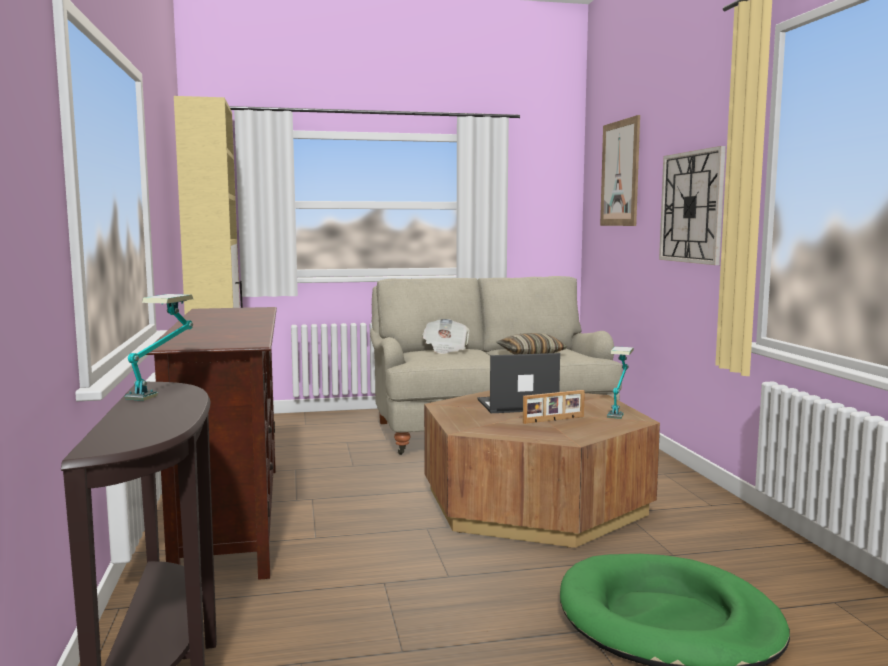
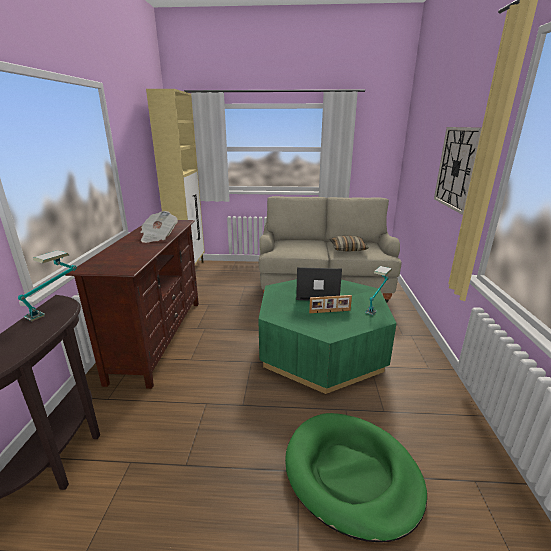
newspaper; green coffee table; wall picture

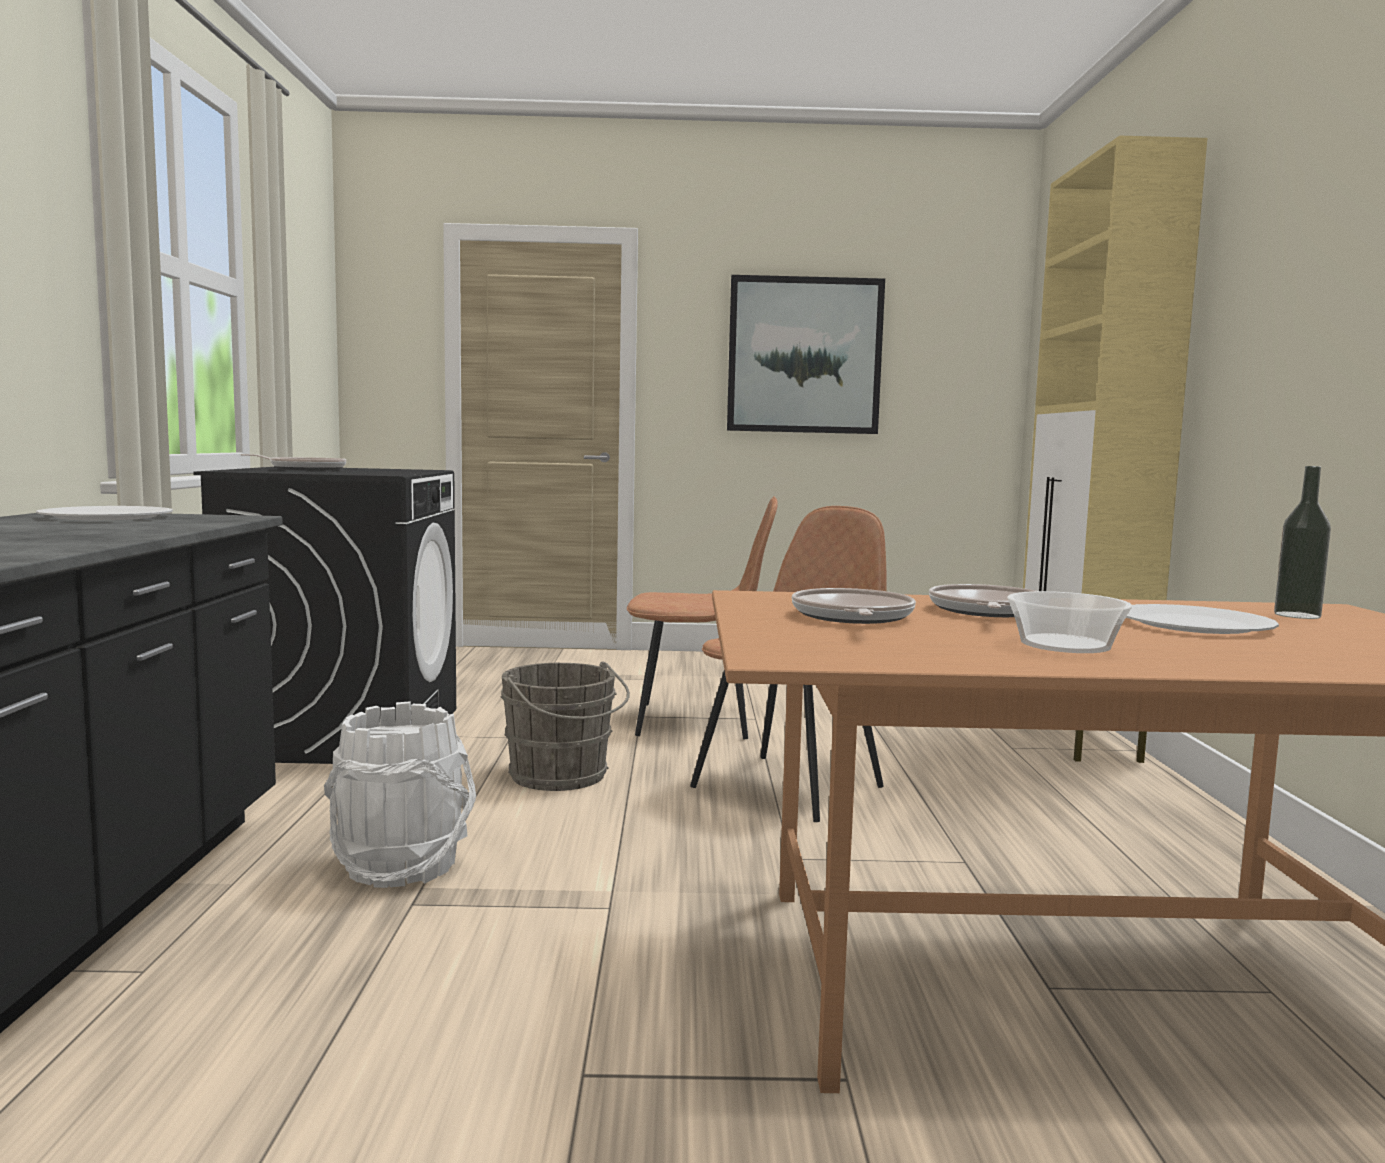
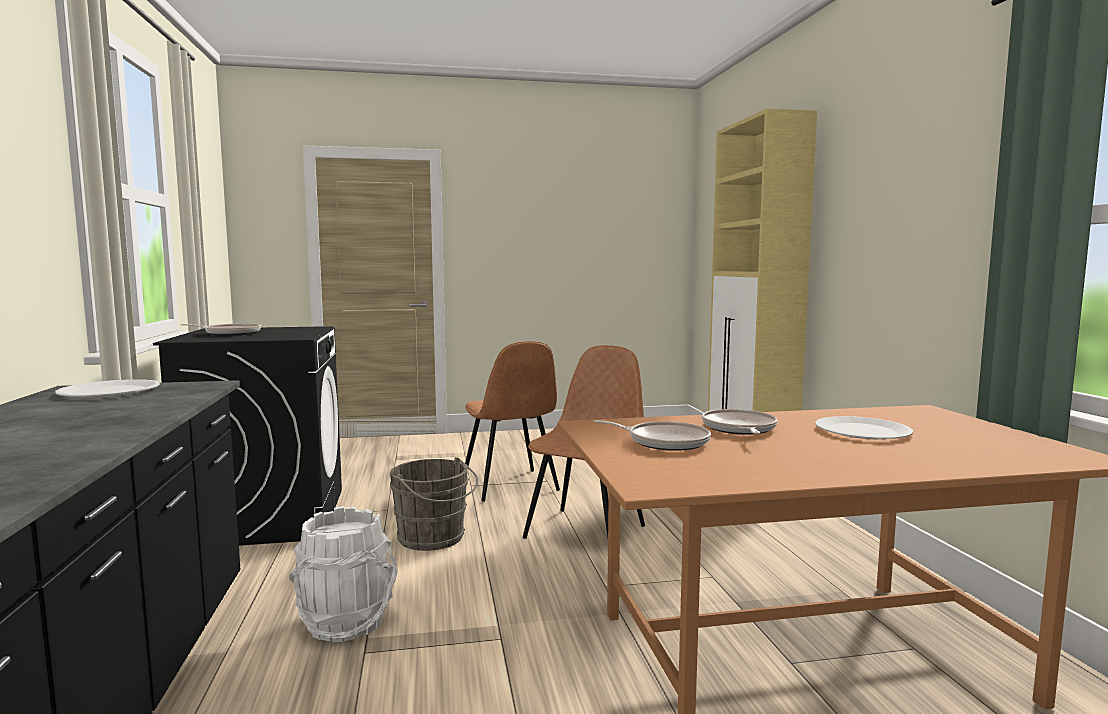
brown-coloured chair (1st from left); skillet (2nd from left); wall picture; bowl; drink bottle

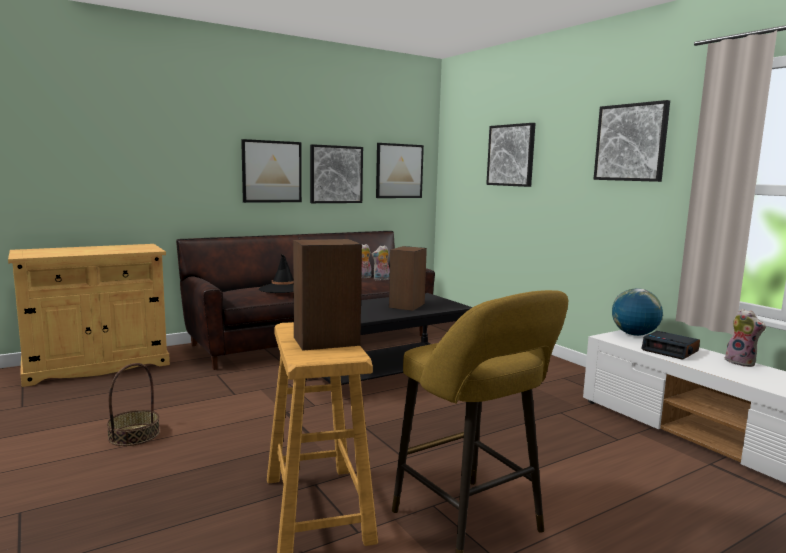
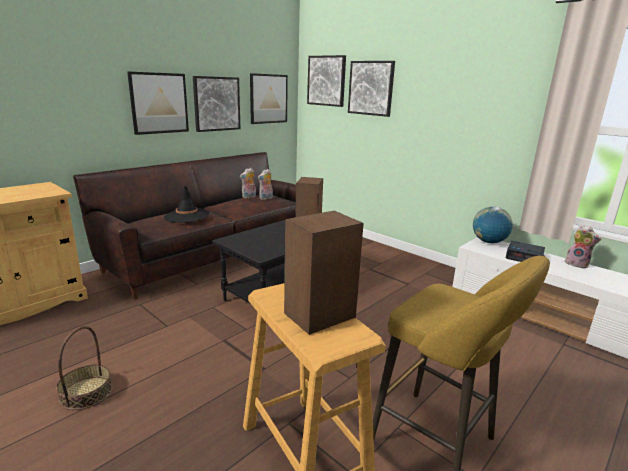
wall picture (4th from left)

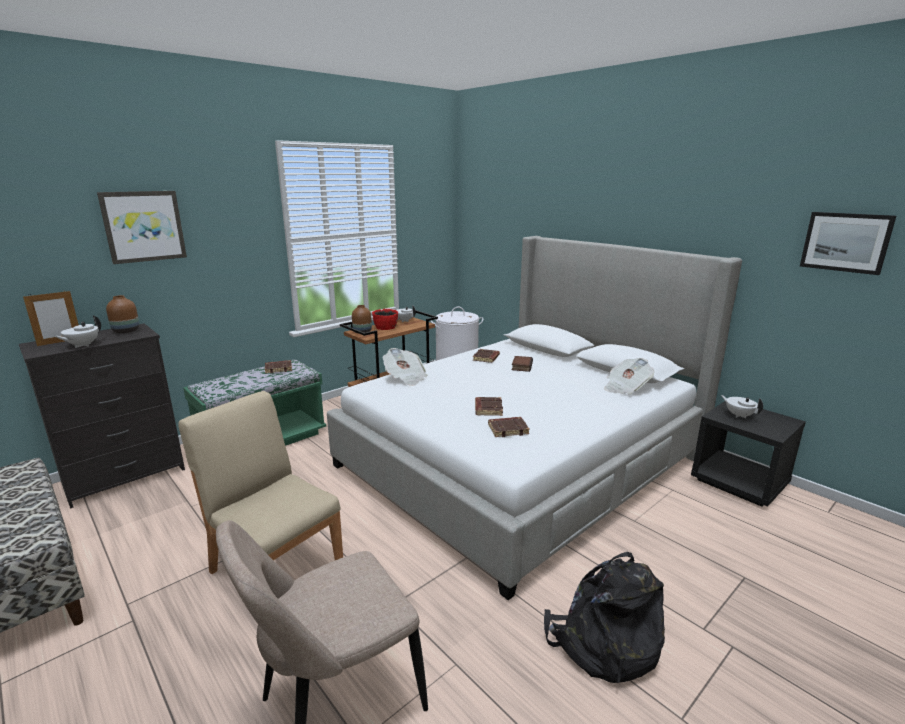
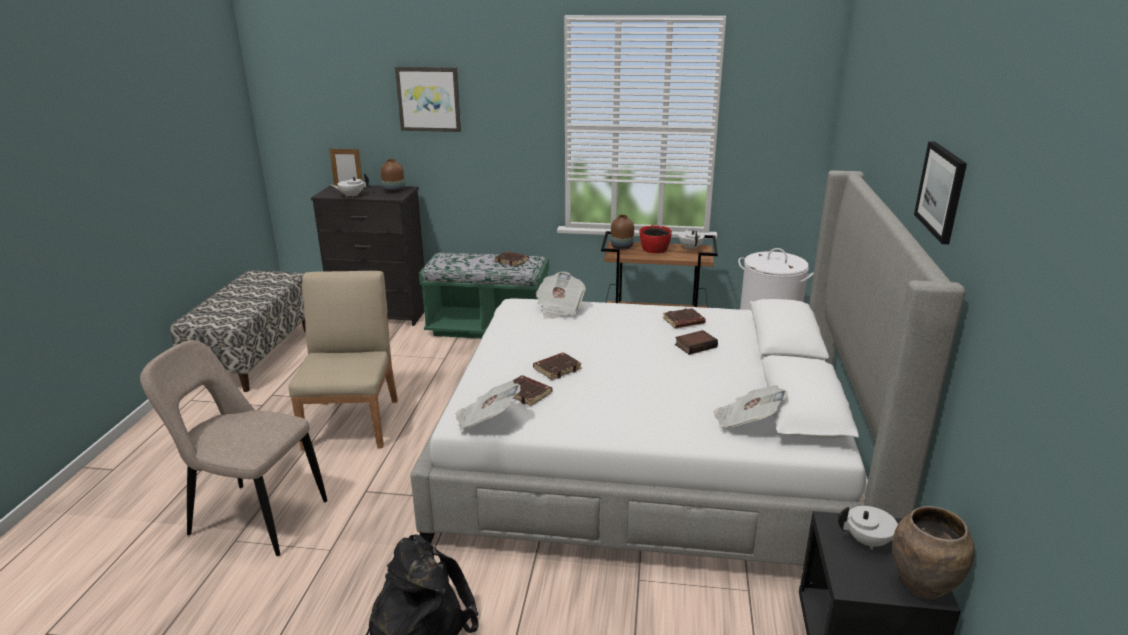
newspaper (1st from left); white-coloured tea pot (3rd from left); brown-coloured vase (3rd from left); wall picture (2nd from left)

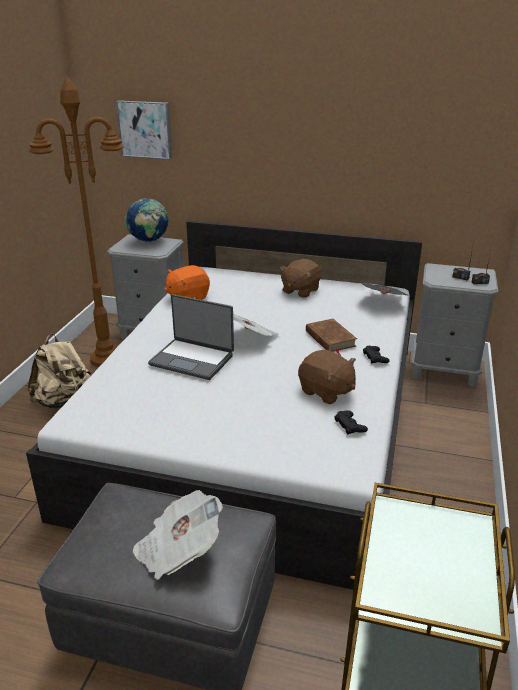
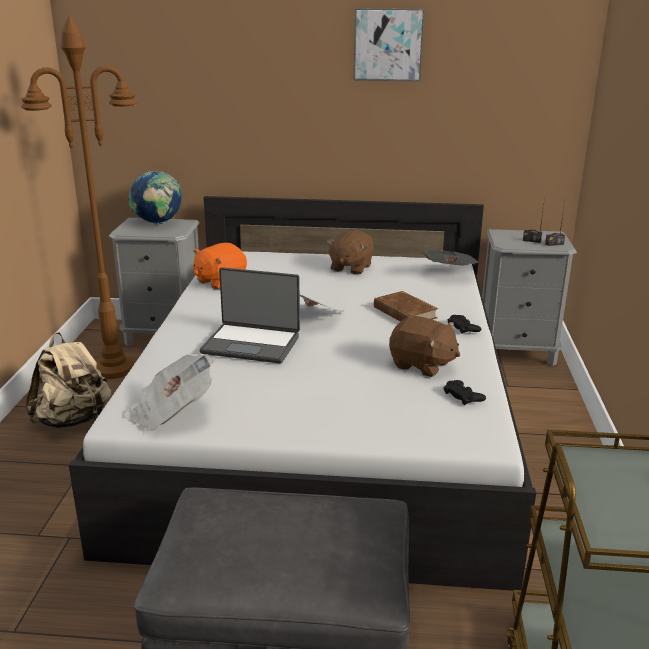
newspaper (1st from left); wall picture

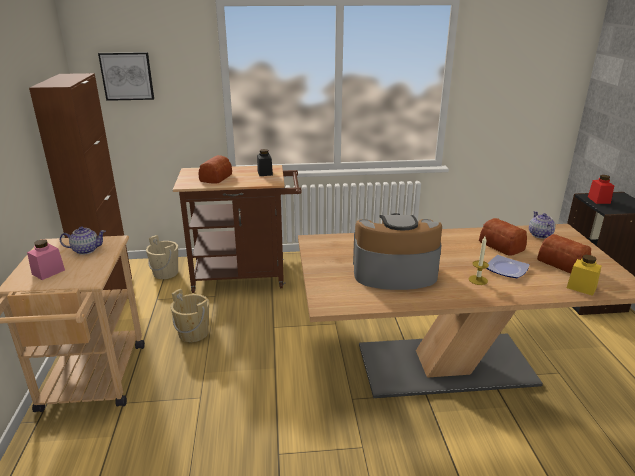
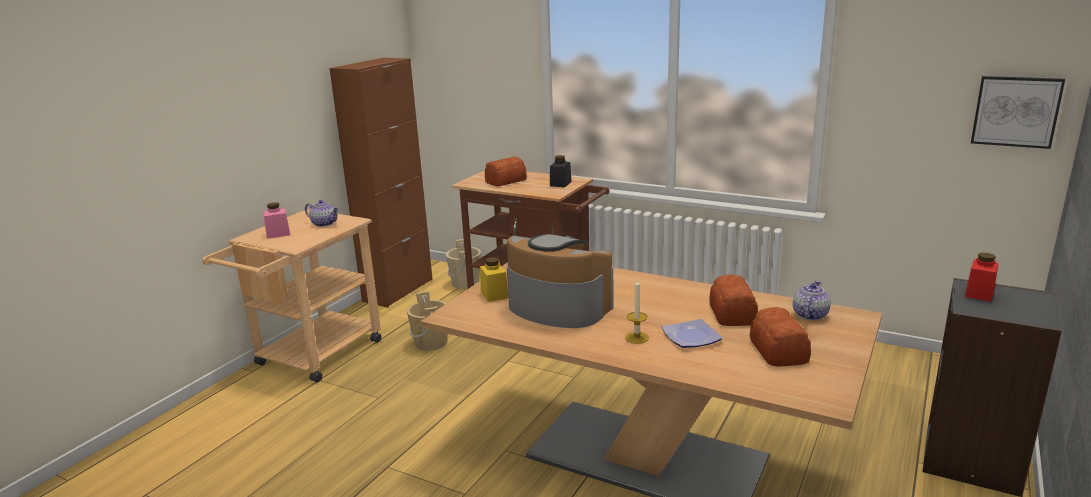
yellow storage jar; wall picture

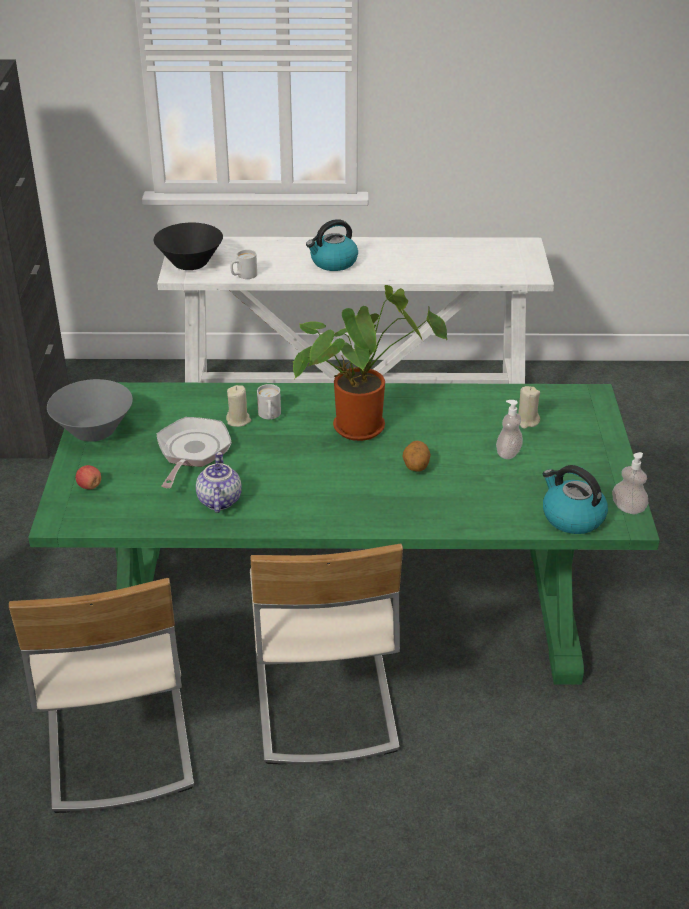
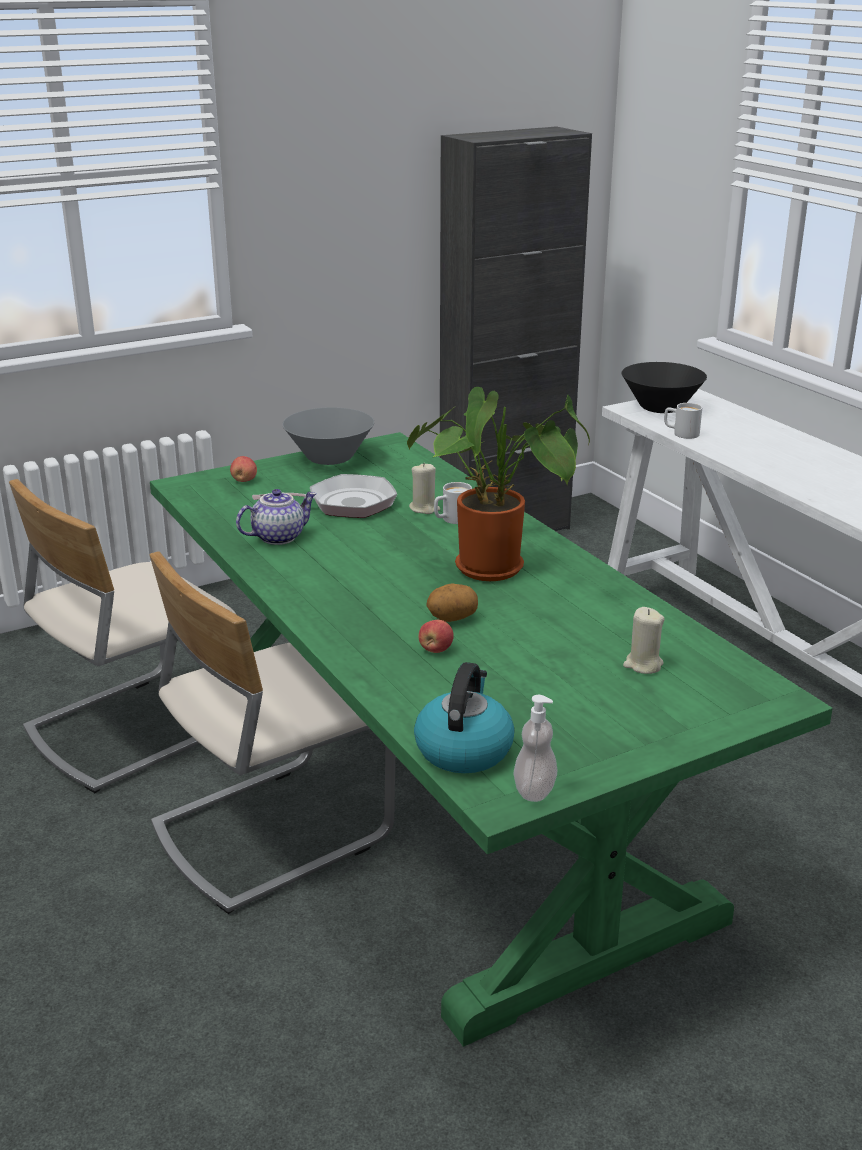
whole apple (2nd from left); tea kettle (1st from left in the first image); liquid soap bottle (1st from left in the first image)

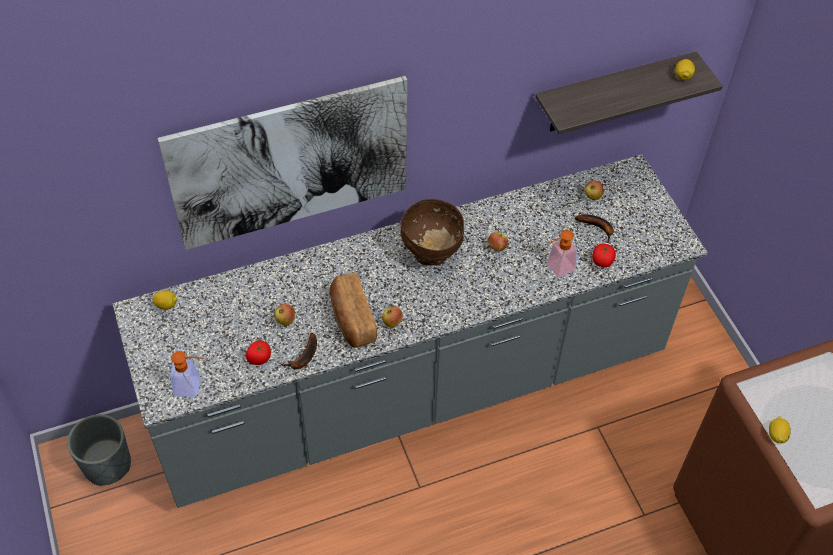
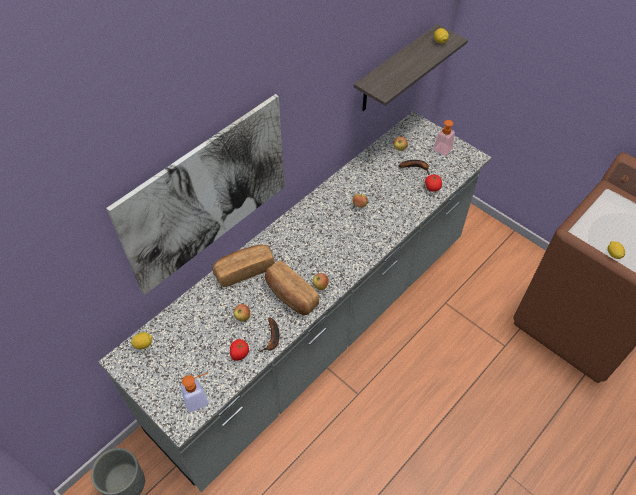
baked bread (1st from left); liquid soap bottle (2nd from left); brown-coloured bowl

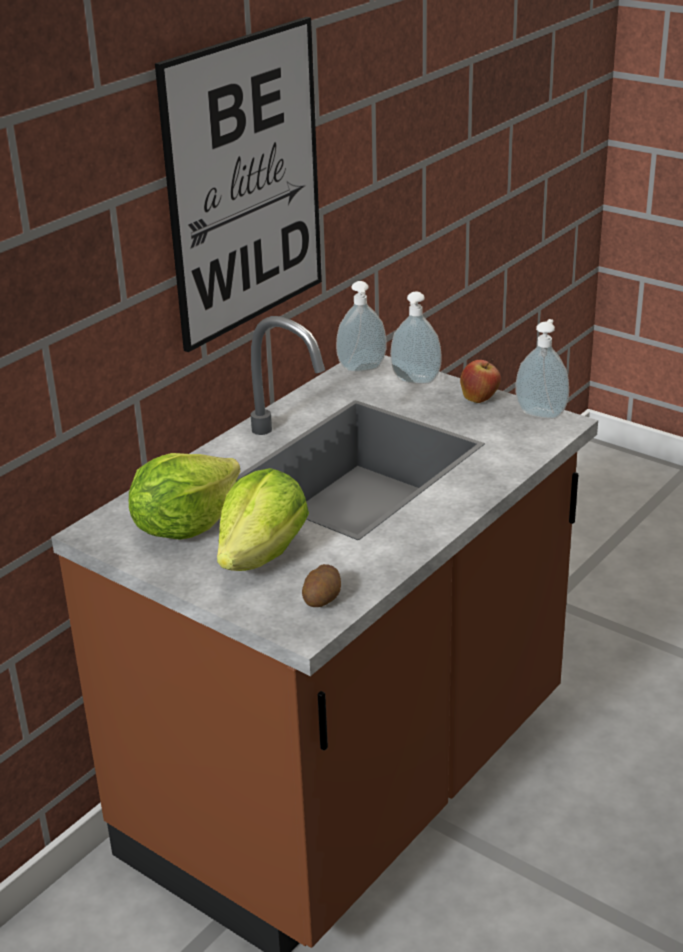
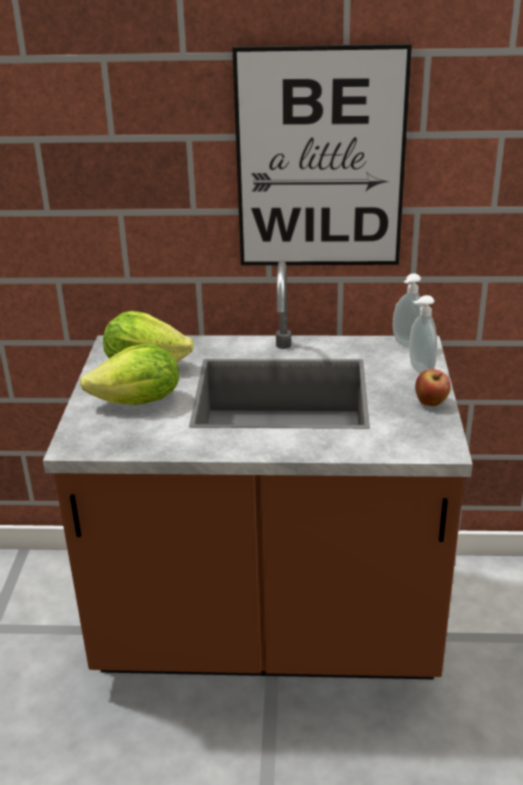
whole potato; liquid soap bottle (3rd from left in the first image)

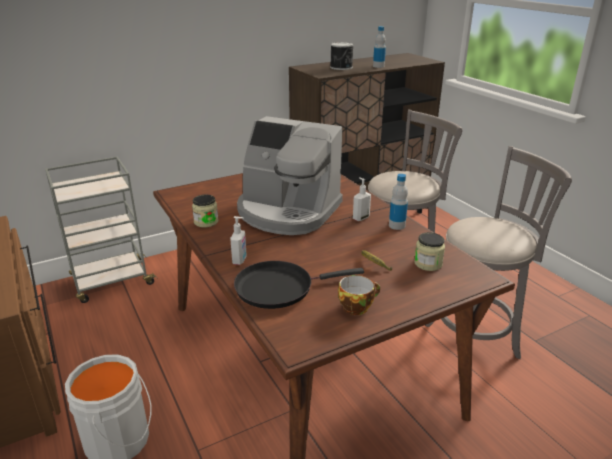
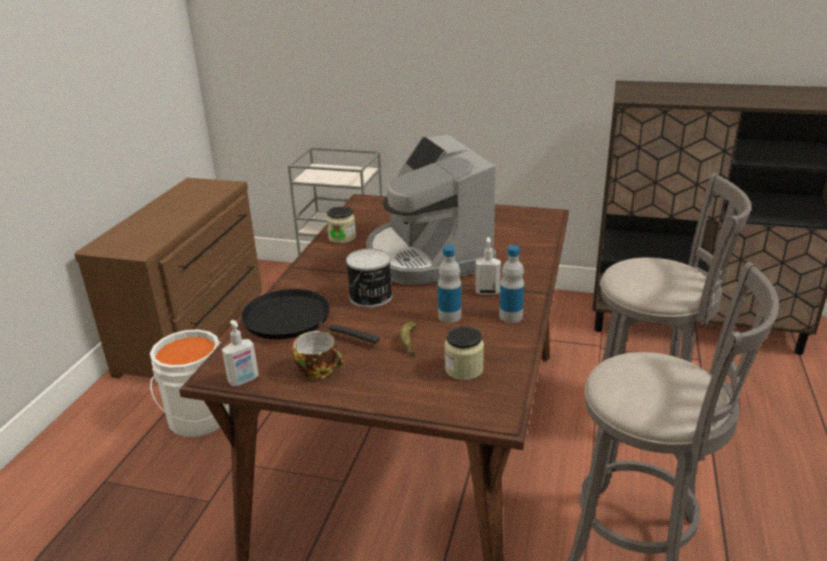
liquid soap bottle (1st from left); can; drink bottle (1st from left)

